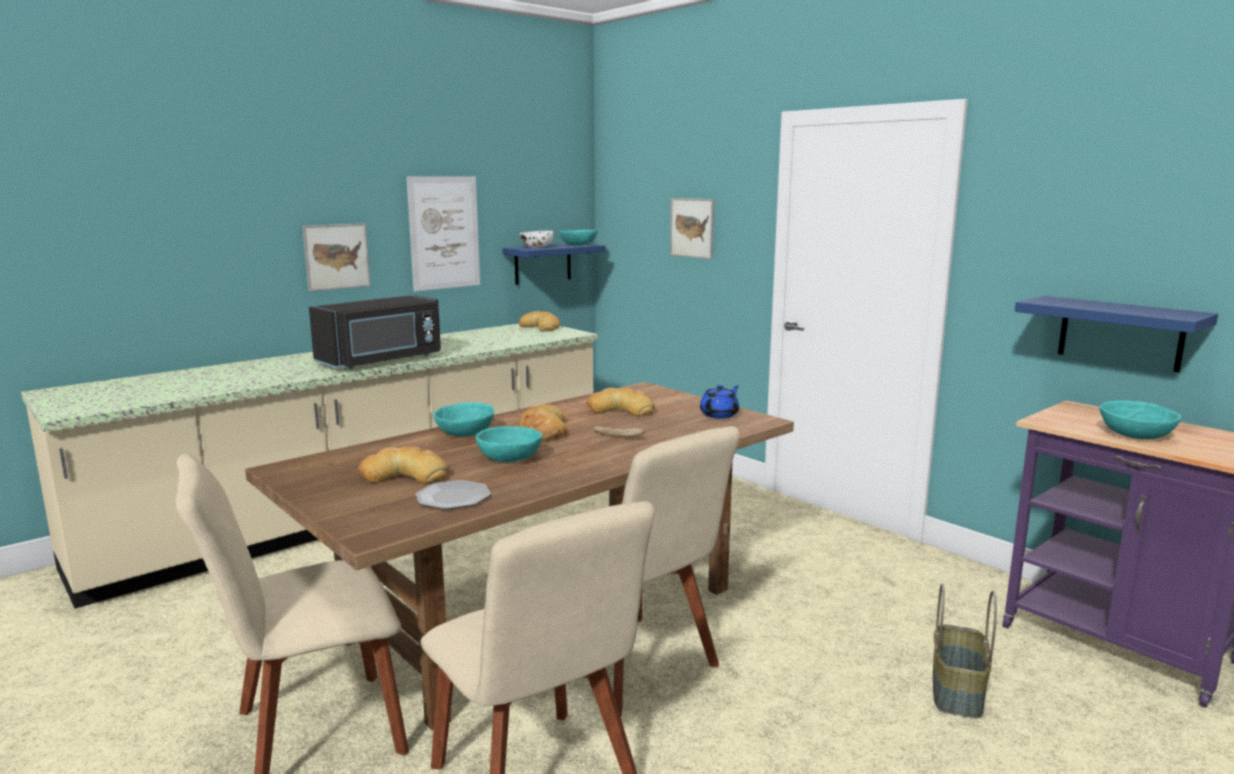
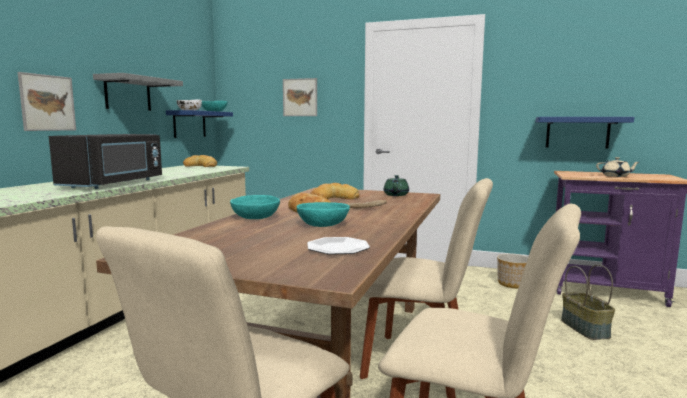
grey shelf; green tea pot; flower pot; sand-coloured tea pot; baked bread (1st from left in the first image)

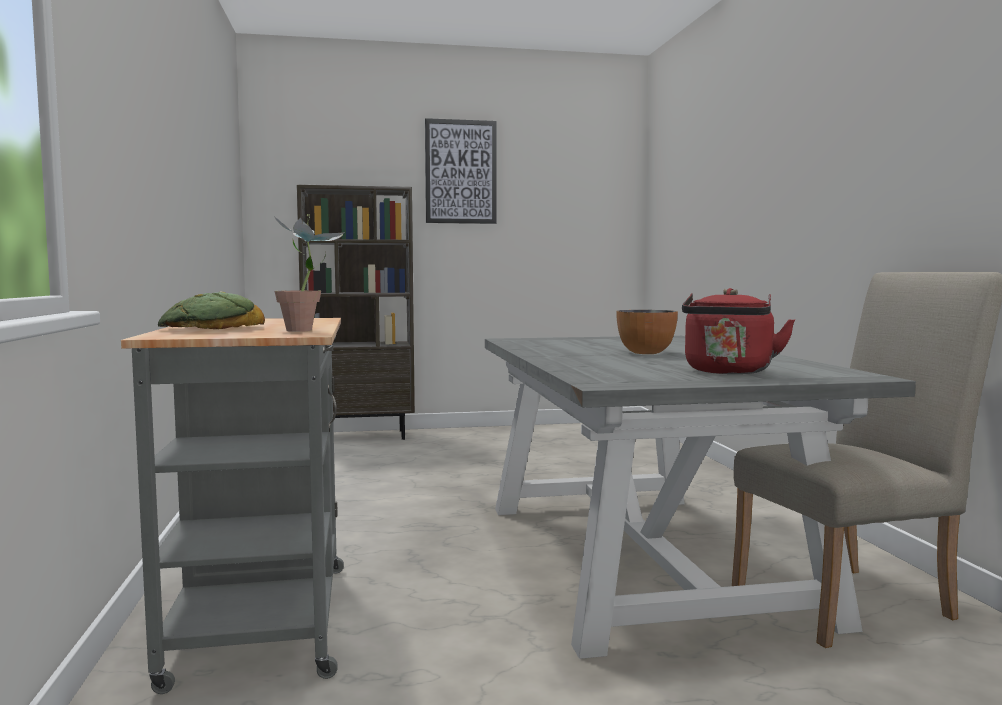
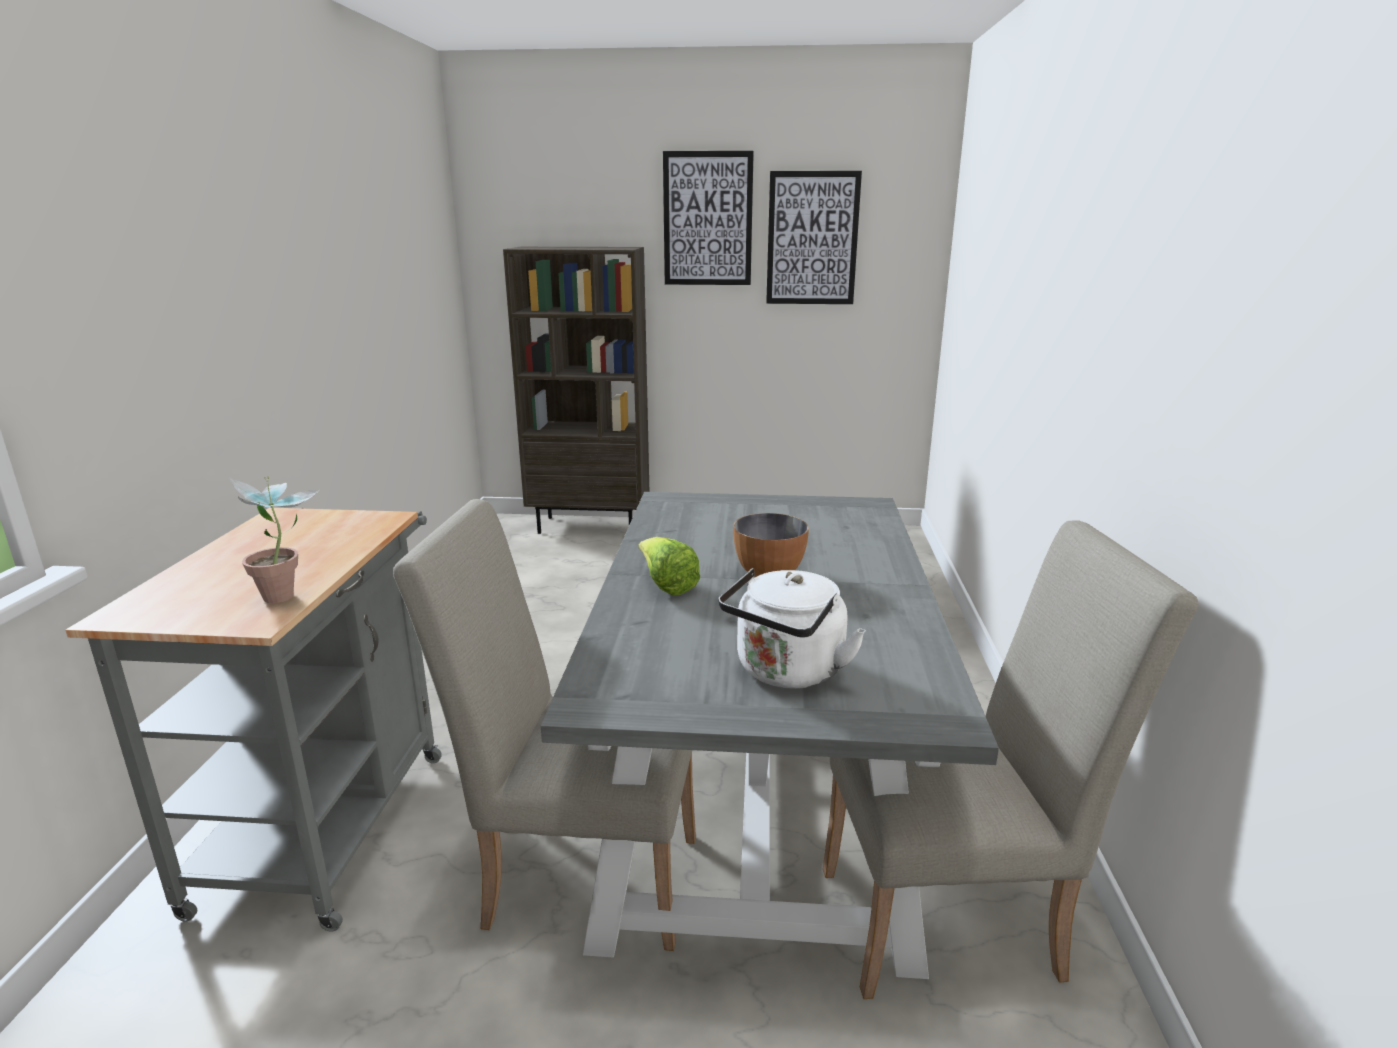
sand-coloured chair (1st from left); head of lettuce; white-coloured tea kettle; wall picture (2nd from left); baked bread

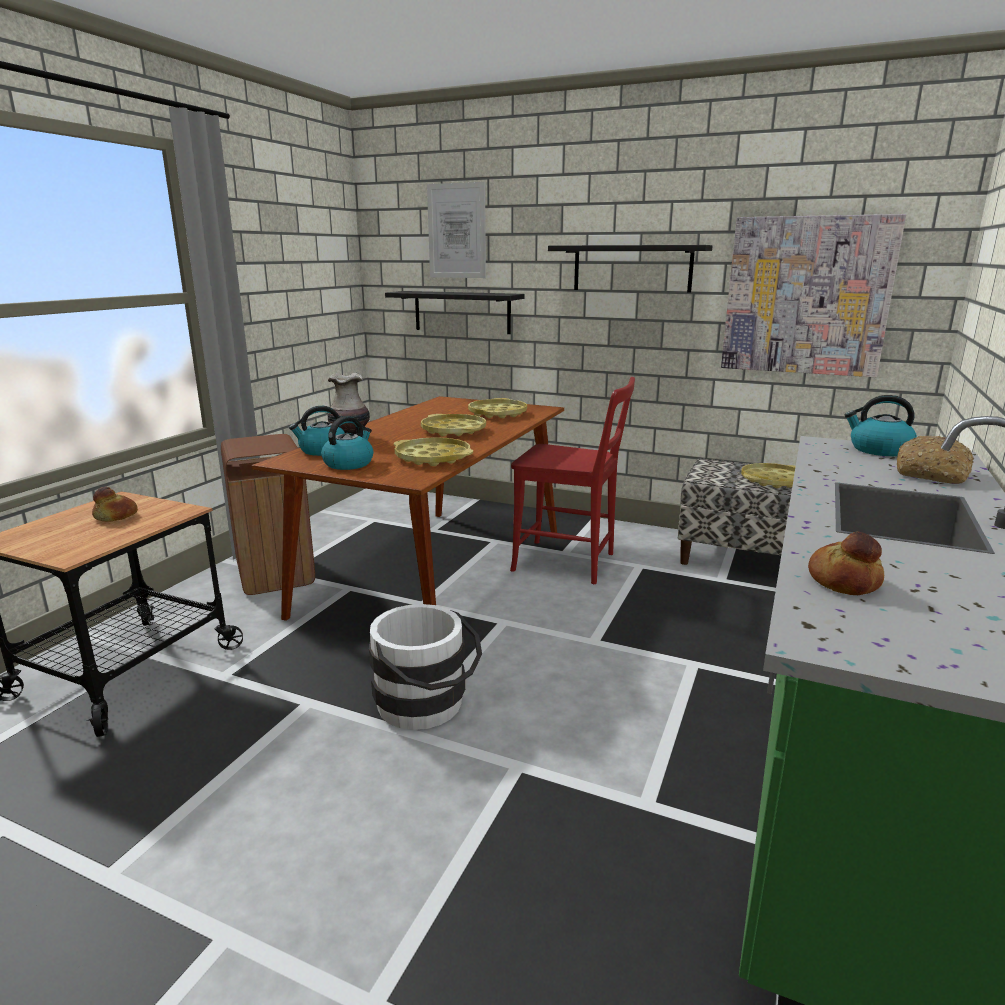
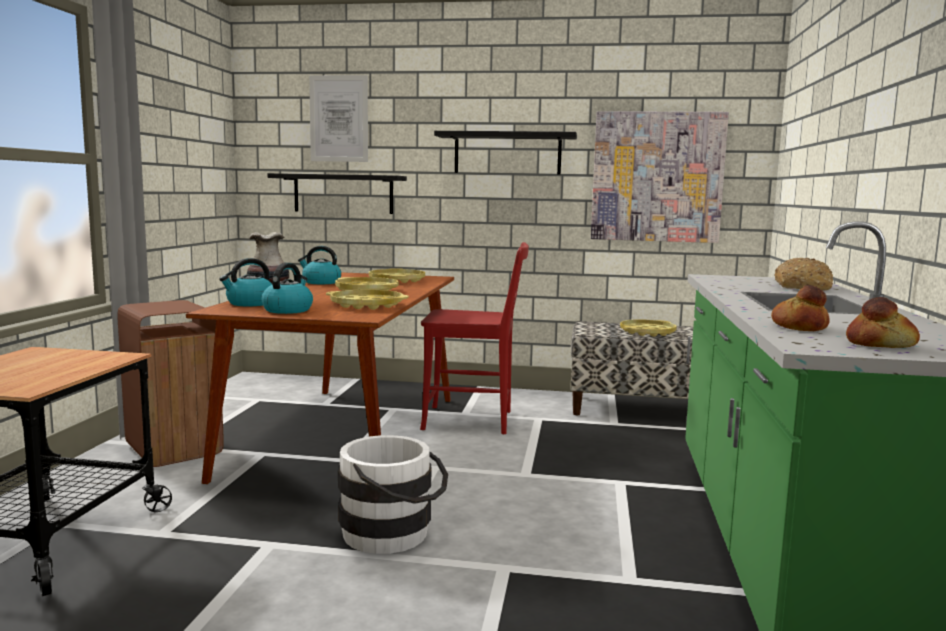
tea kettle (3rd from left); baked bread (3rd from left)

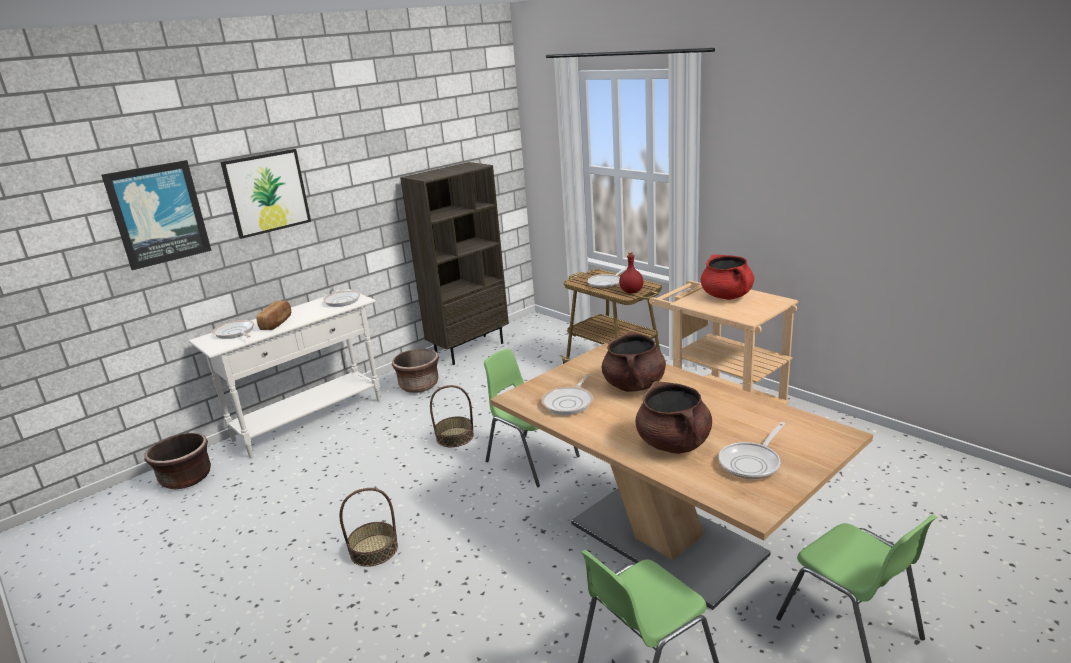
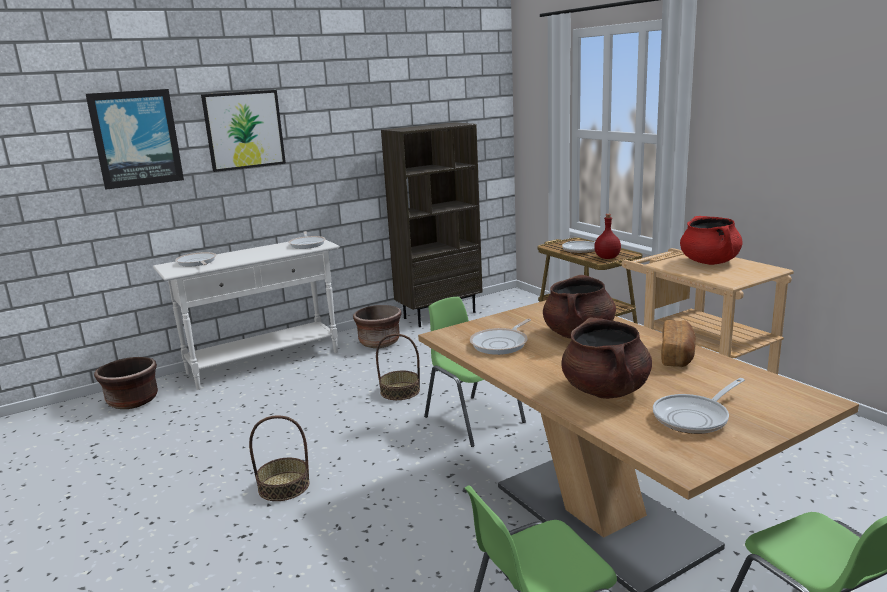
baked bread

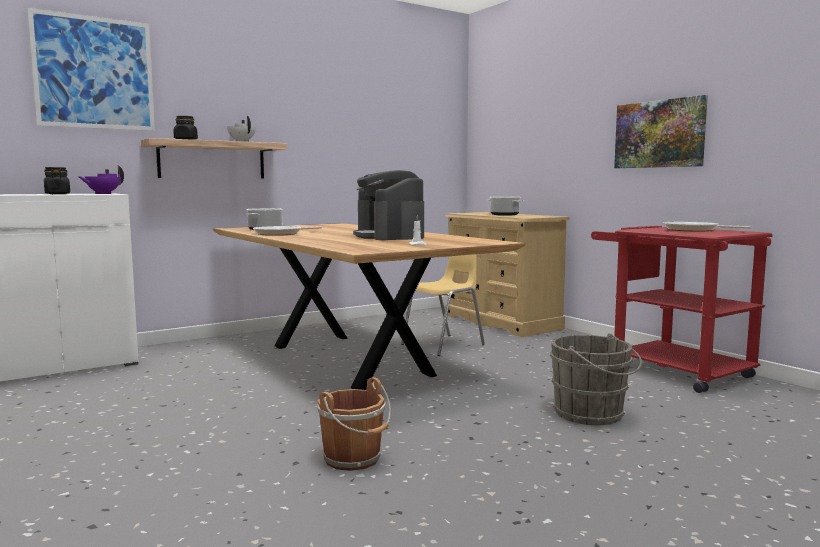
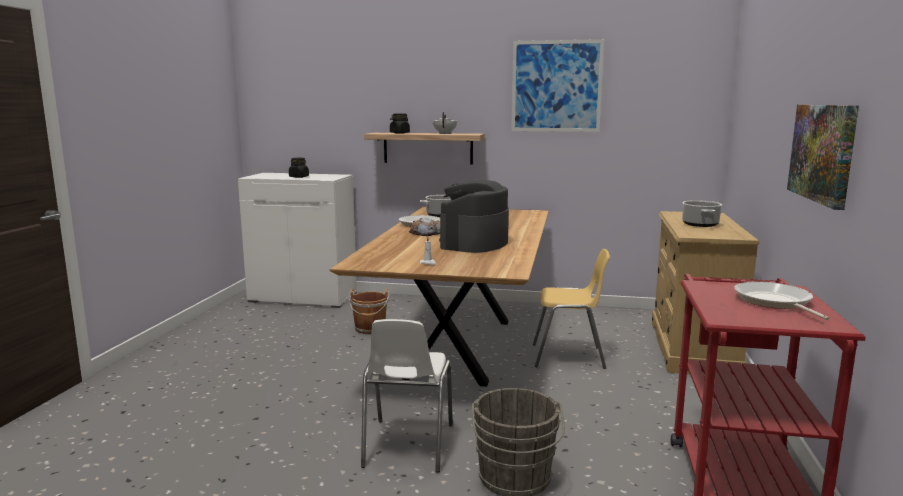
brown-coloured water bucket; white-coloured chair; baked bread; wall picture (1st from left); purple tea pot

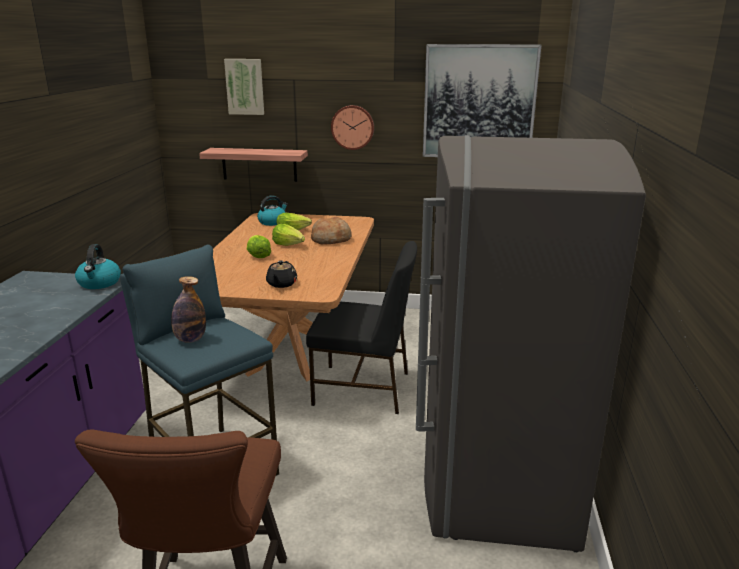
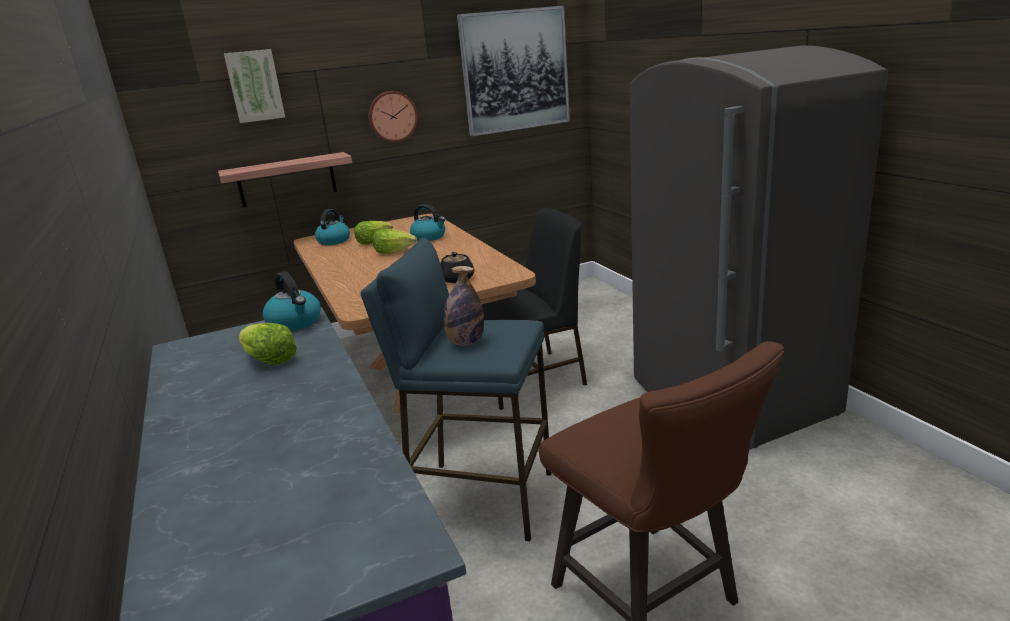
head of lettuce (1st from left); tea kettle (3rd from left)

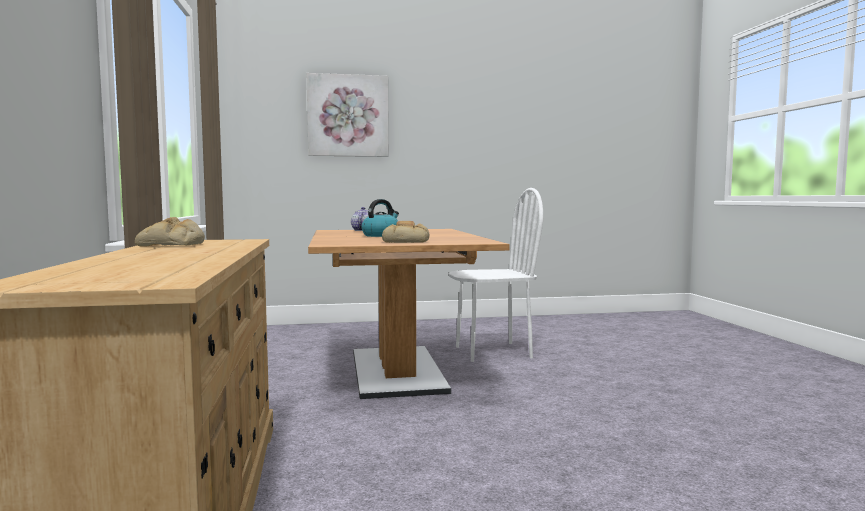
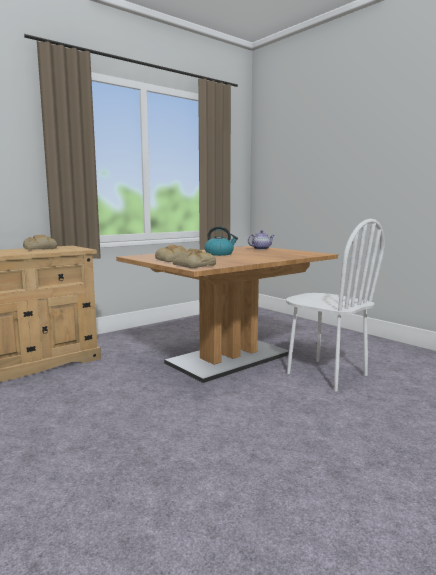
baked bread (3rd from left); wall picture

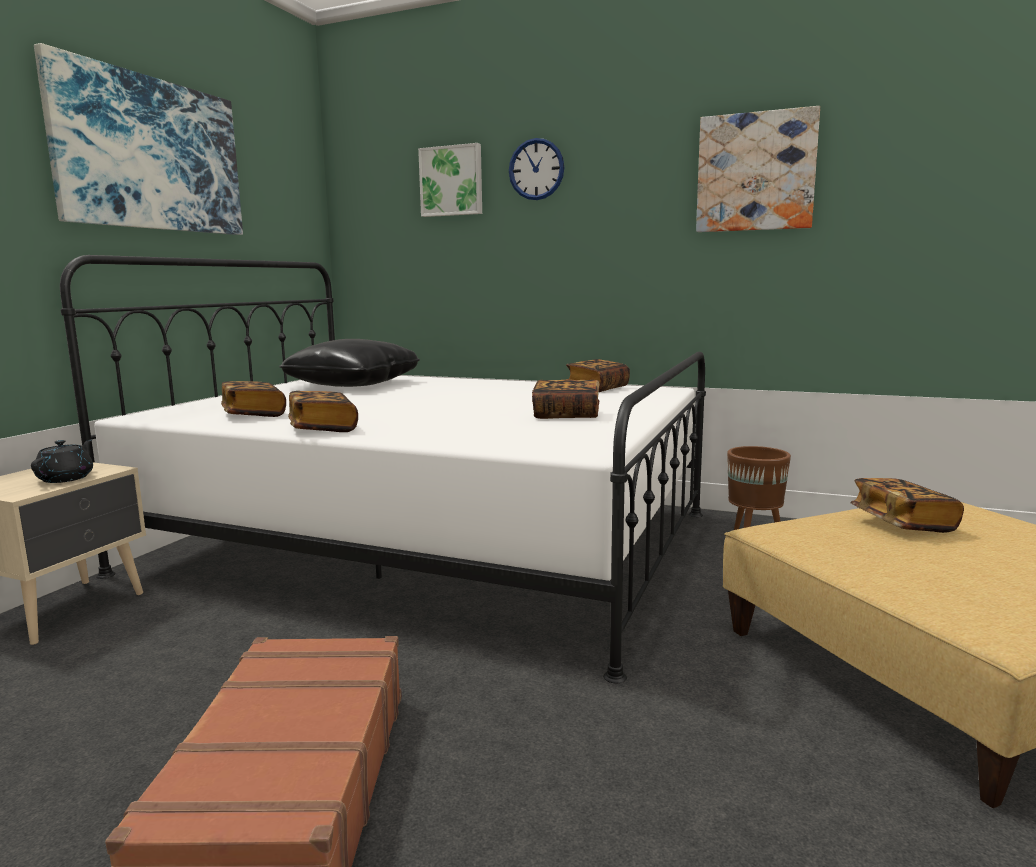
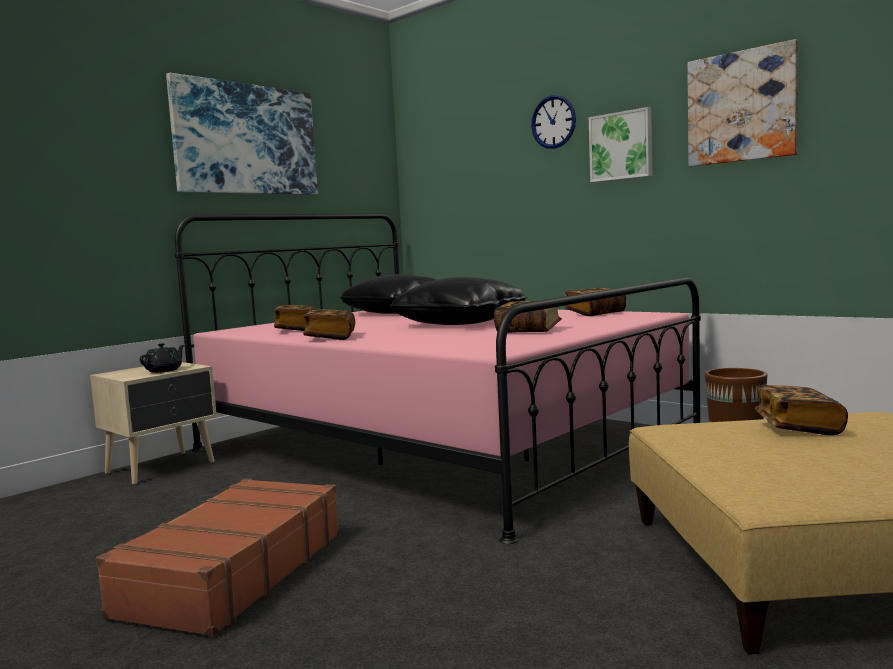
pink bedroom bed; blackish pillow (2nd from left); wall picture (2nd from left)

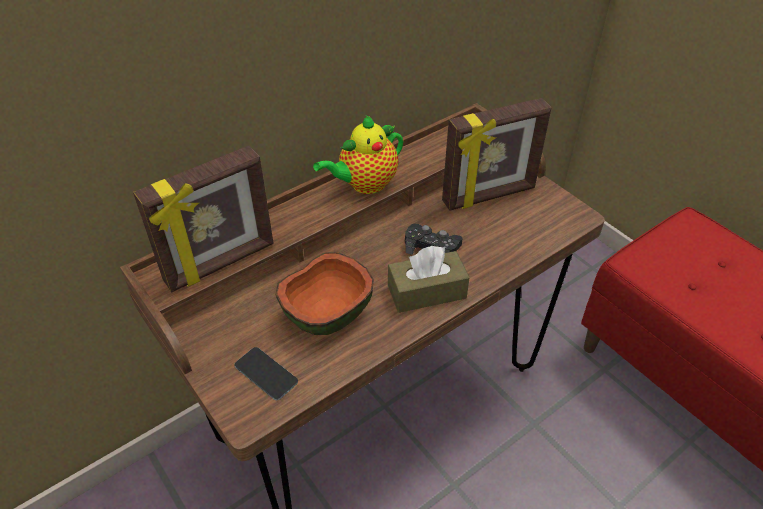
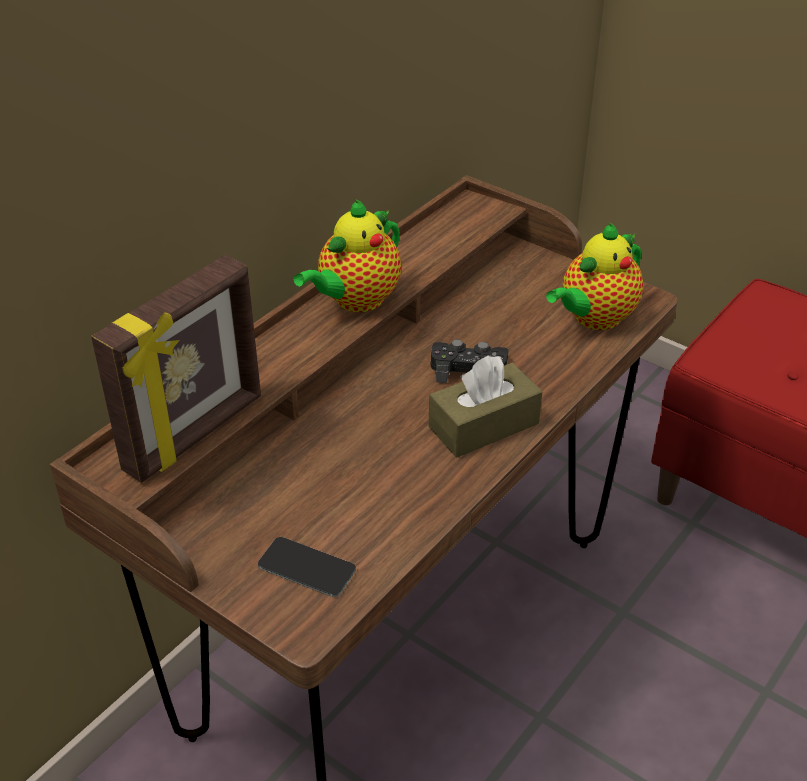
tea pot (2nd from left); bowl; standing frame (2nd from left in the first image)

